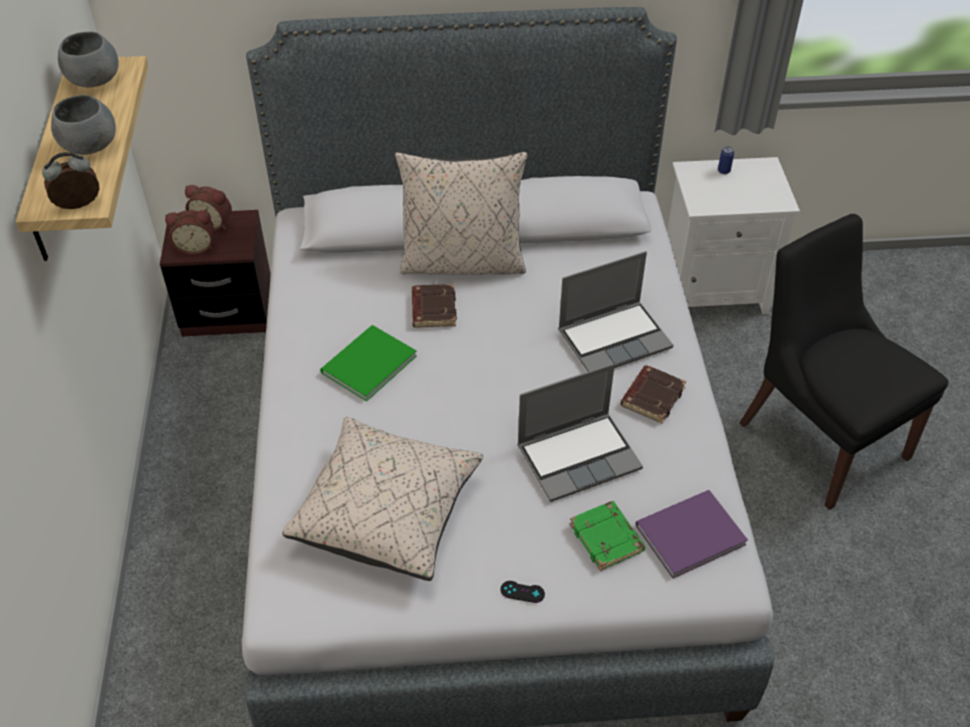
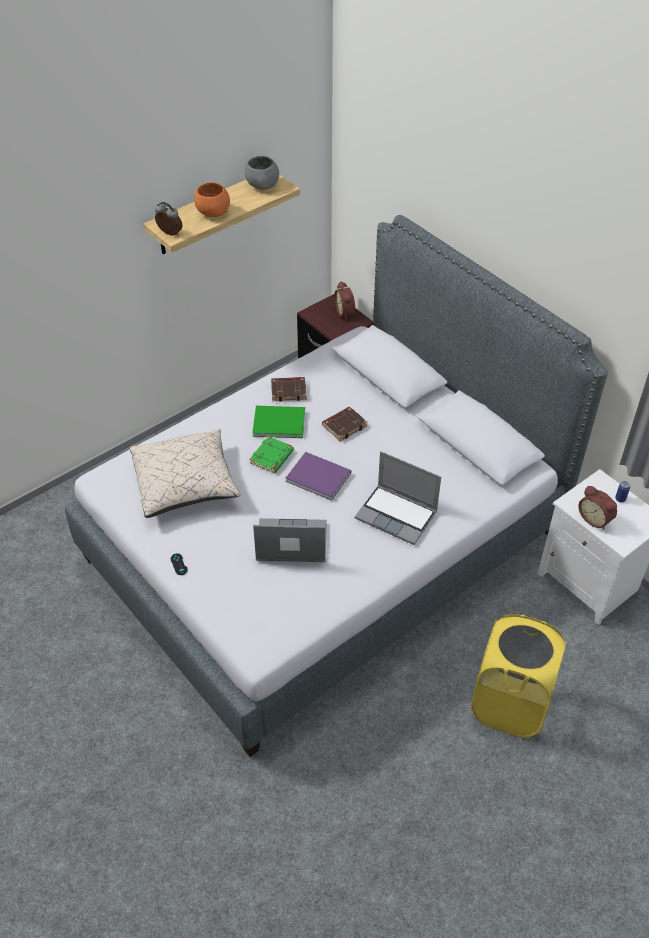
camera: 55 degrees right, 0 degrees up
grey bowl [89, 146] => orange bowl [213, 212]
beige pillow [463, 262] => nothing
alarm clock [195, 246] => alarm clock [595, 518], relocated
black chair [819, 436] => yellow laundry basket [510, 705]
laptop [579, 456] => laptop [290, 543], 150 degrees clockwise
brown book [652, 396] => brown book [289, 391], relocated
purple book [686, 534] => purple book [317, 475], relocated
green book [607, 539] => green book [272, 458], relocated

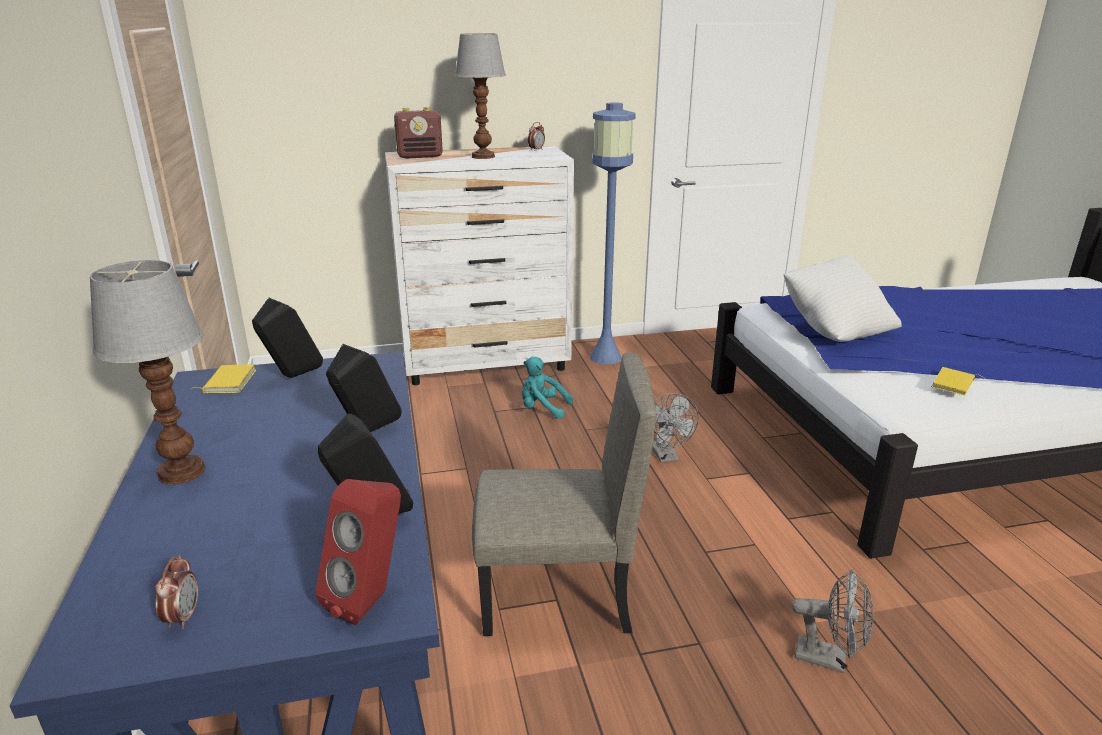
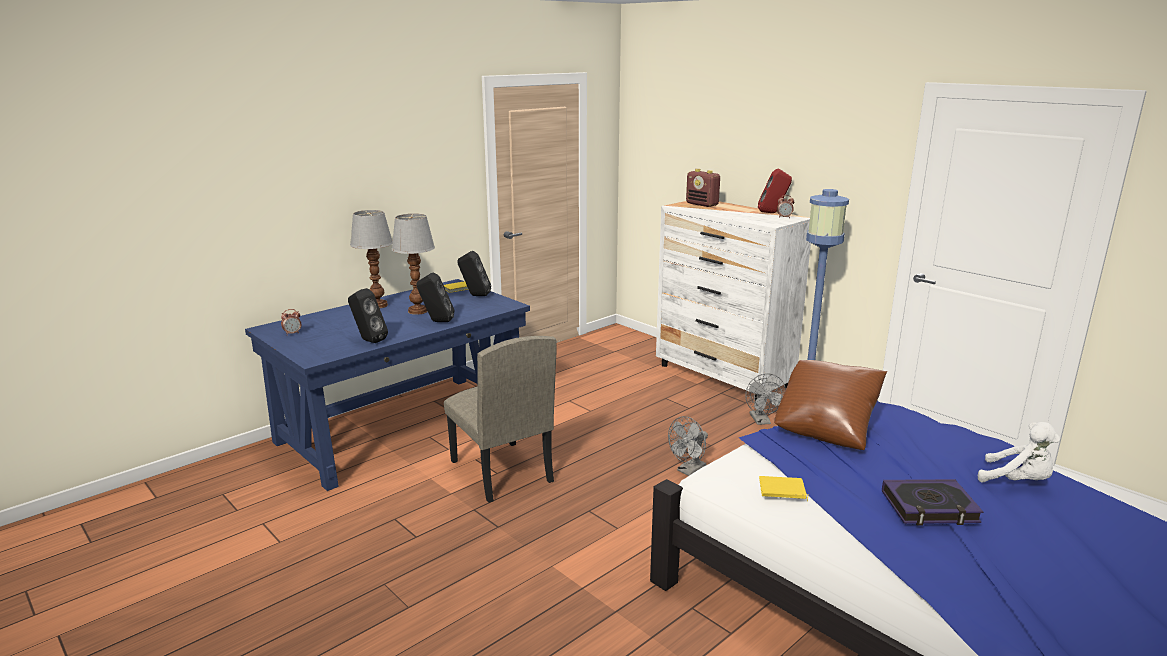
camera: 60 degrees right, 5 degrees down
table lamp [483, 156] => table lamp [418, 311], relocated
white pillow [835, 330] => brown pillow [825, 430]
turquoise plush toy [542, 409] => nothing
red speaker [371, 599] => red speaker [773, 213], relocated
grey fan [829, 659] => grey fan [761, 421], relocated
nothing => white plush toy [1017, 481]
nothing => book [929, 507]

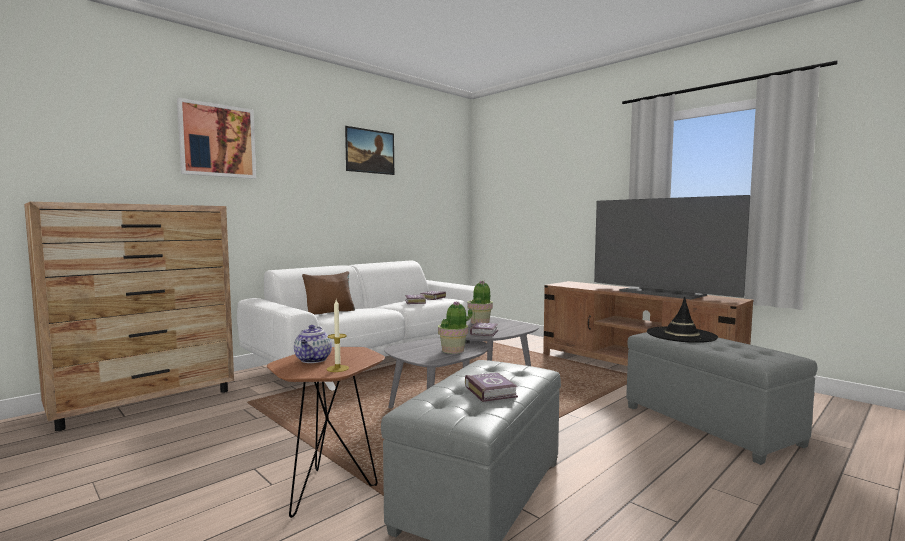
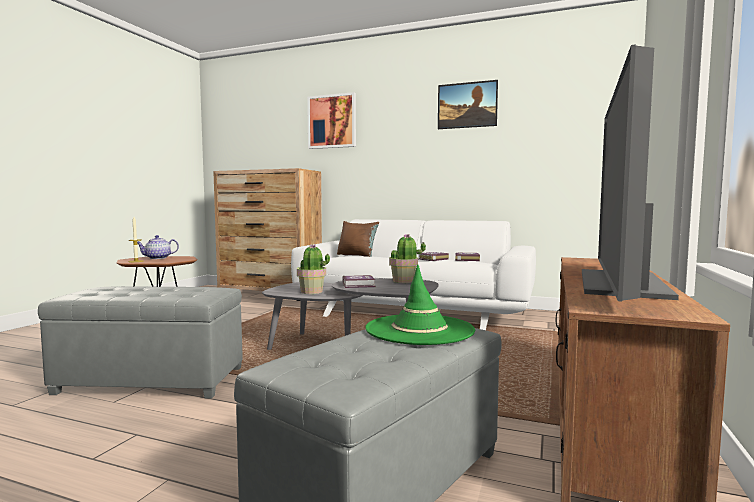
camera: 65 degrees right, 0 degrees up
black hat [681, 335] => green hat [419, 330]
book [491, 391] => nothing

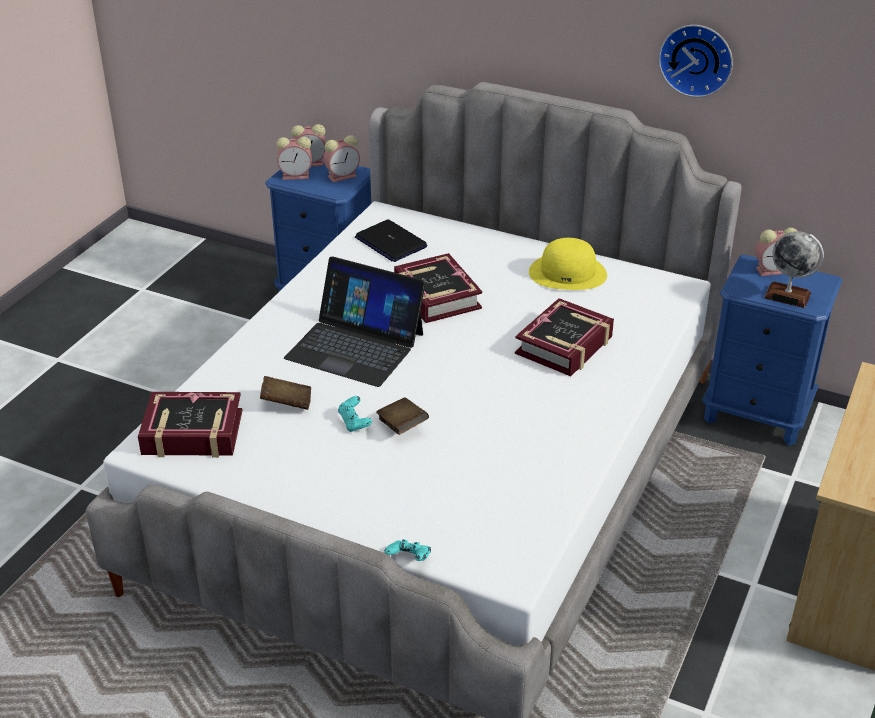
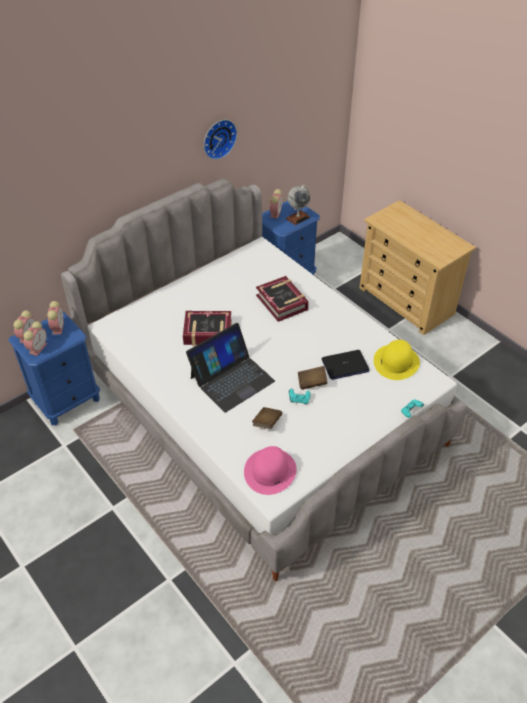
camera: 65 degrees left, 10 degrees up
laptop [390, 242] => laptop [345, 365], relocated
yellow hat [568, 273] => yellow hat [396, 362], relocated
book [192, 433] => pink hat [270, 471]

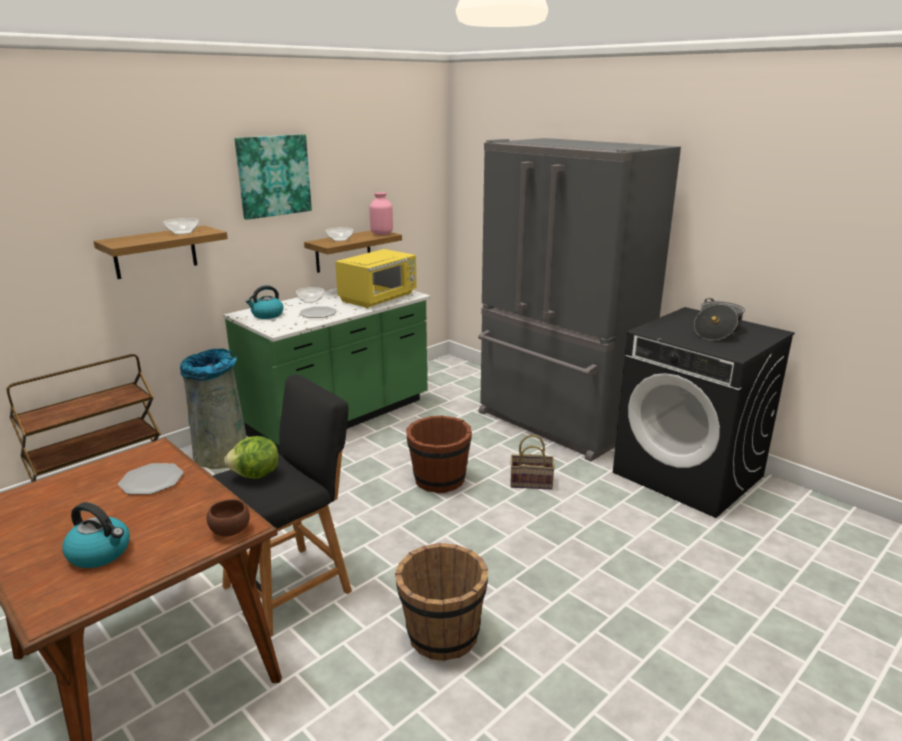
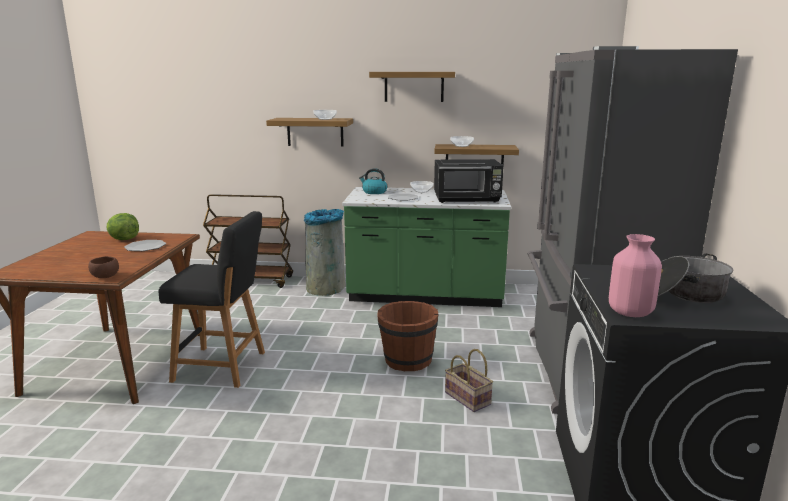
camera: 50 degrees right, 5 degrees down
picture [273, 176] => shelf [414, 86]
pink vase [382, 234] => pink vase [631, 312], relocated
yellow microwave [379, 298] => black microwave [467, 200]
lettuce [256, 475] => lettuce [124, 239], relocated
kettle [101, 553] => nothing
brown bucket [442, 634] => nothing

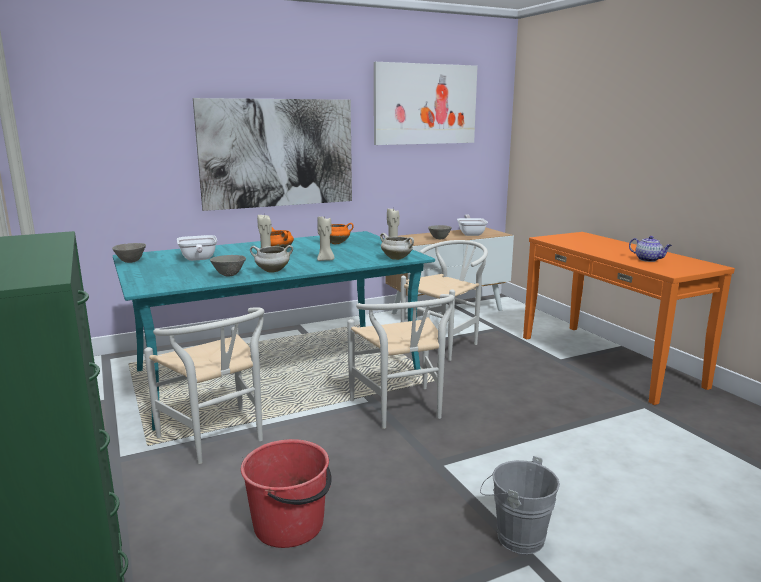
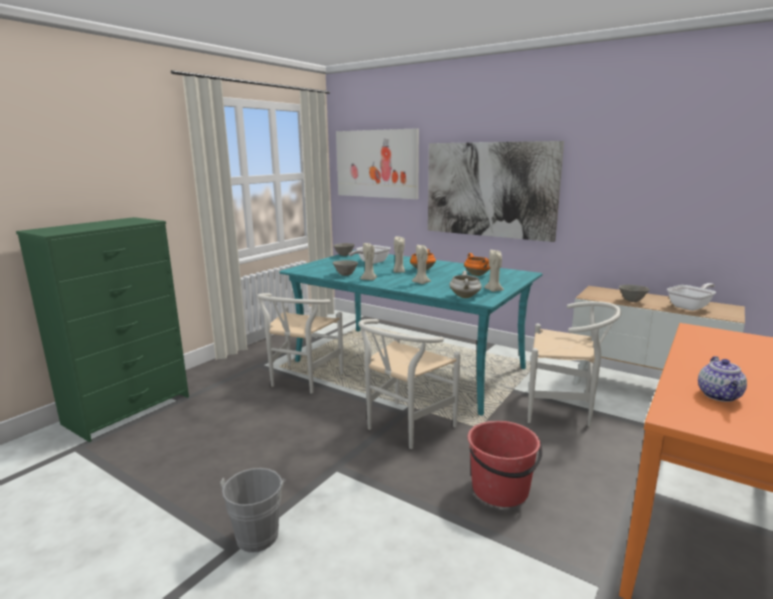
camera: 60 degrees right, 0 degrees up
picture [425, 104] => picture [377, 164], relocated
white cooking pot [272, 271] => beige candle [369, 279]
red bucket [290, 525] => red bucket [500, 490], relocated

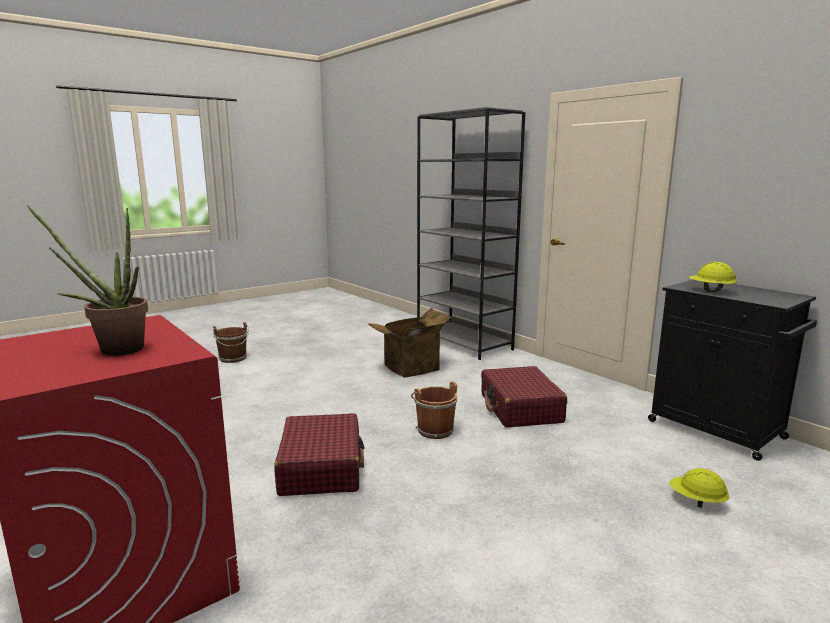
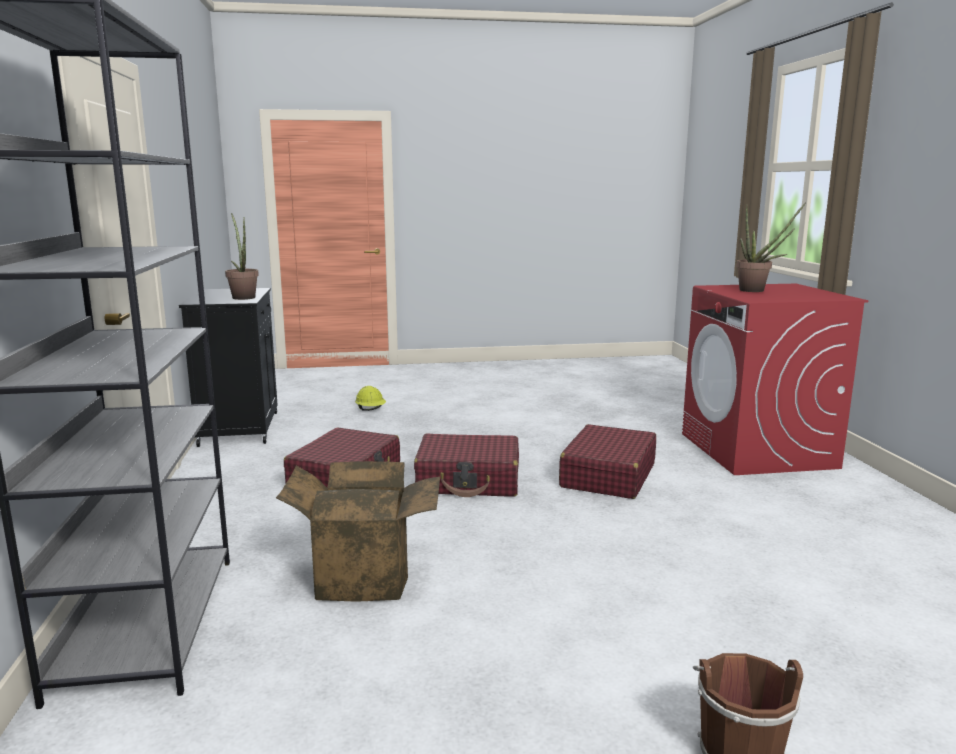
camera: 150 degrees left, 0 degrees up
yellow hard hat [710, 291] => potted plant [243, 297]
brown bucket [434, 430] => red suitcase [469, 481]

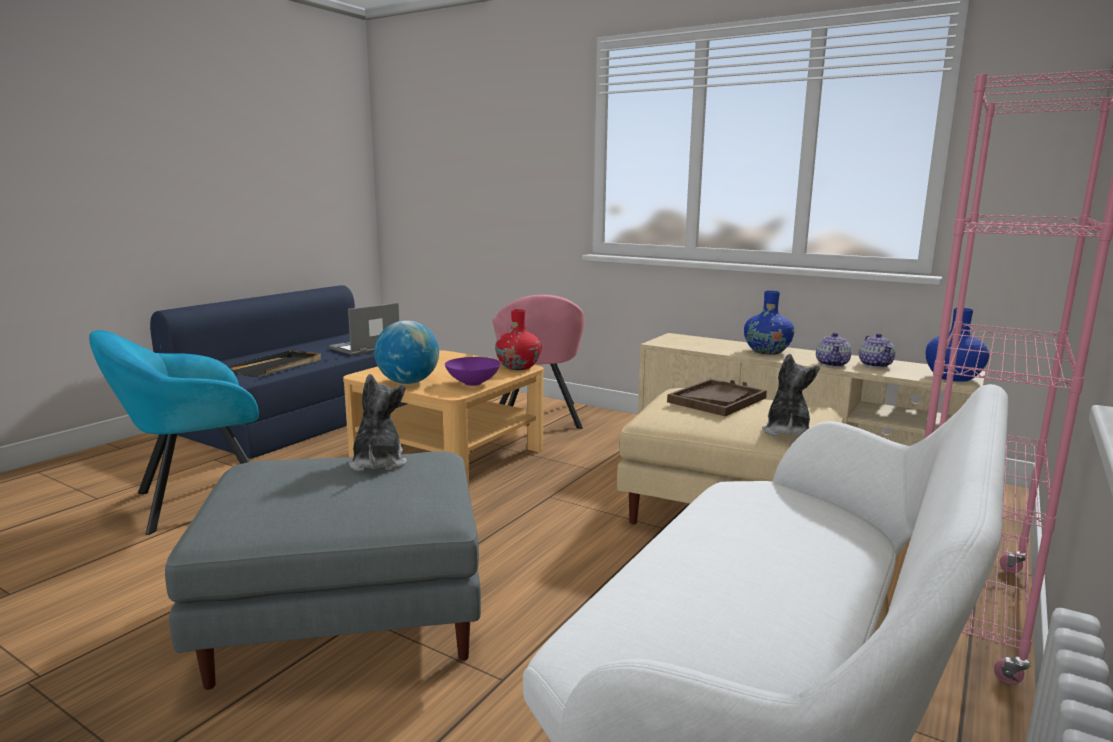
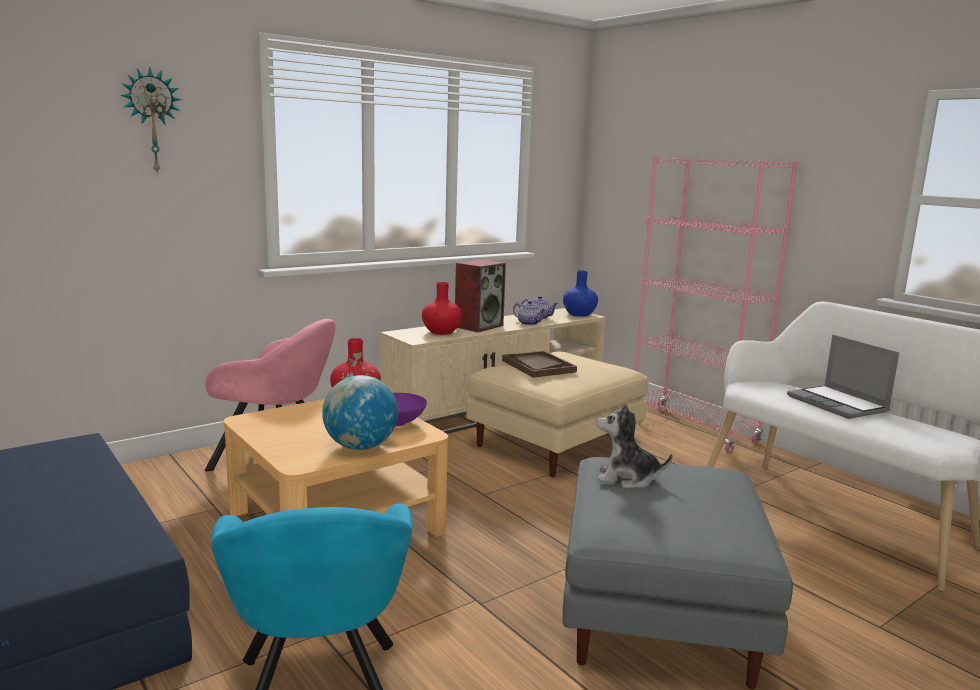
camera: 70 degrees left, 0 degrees up
blue vase [767, 351] => speaker [478, 326]
laptop [365, 348] => laptop [838, 404], relocated
black tray [278, 366] => nothing
plush toy [786, 431] => nothing
nothing => wall clock [152, 121]
nothing => red vase [441, 332]

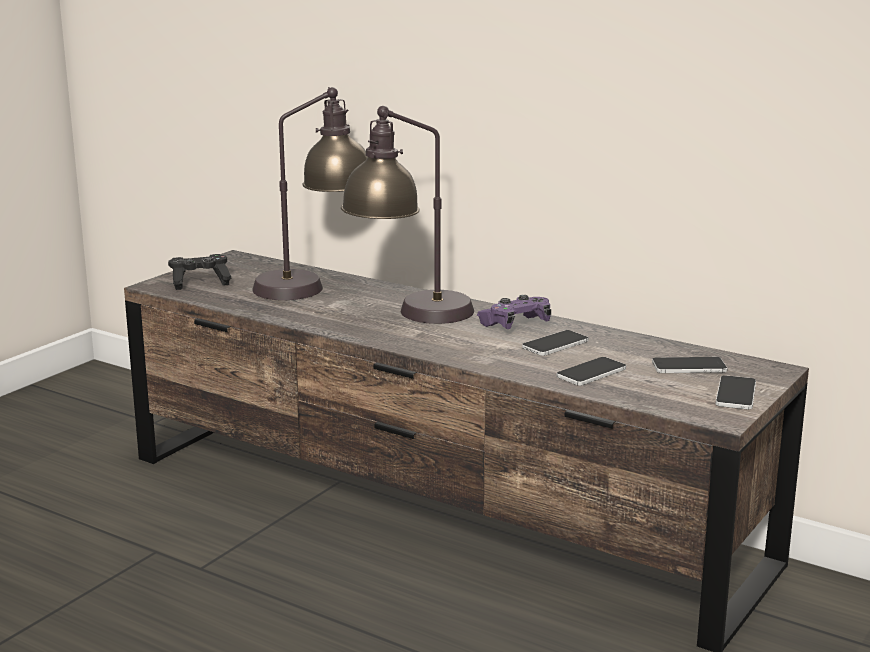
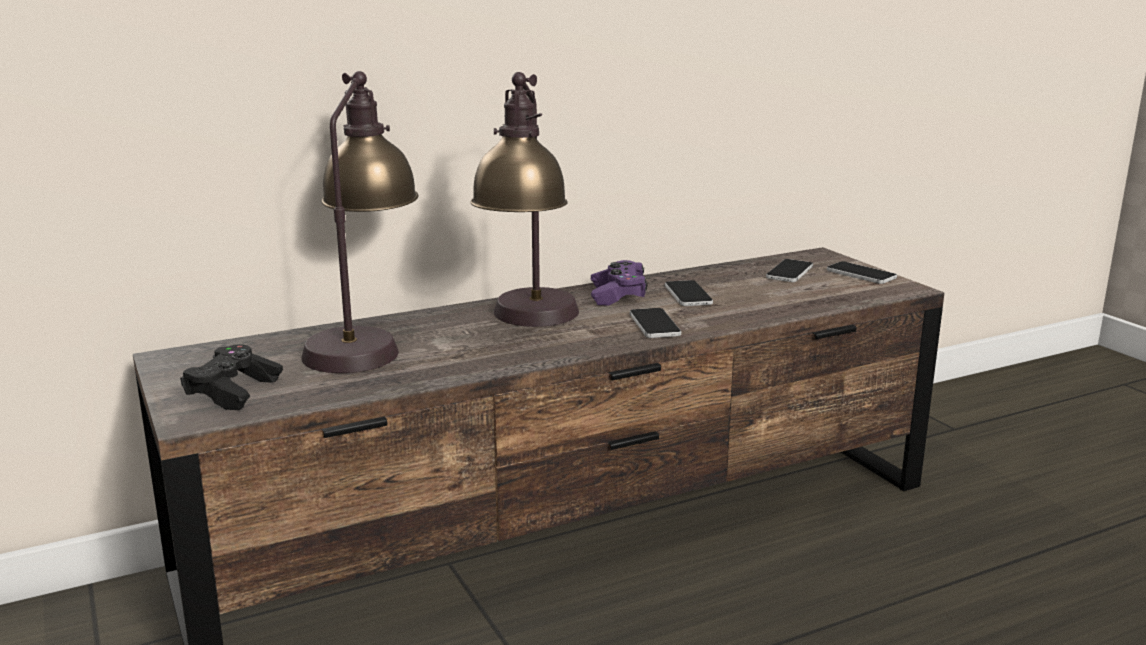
camera: 60 degrees left, 0 degrees up
phone [591, 372] => phone [654, 324], relocated

